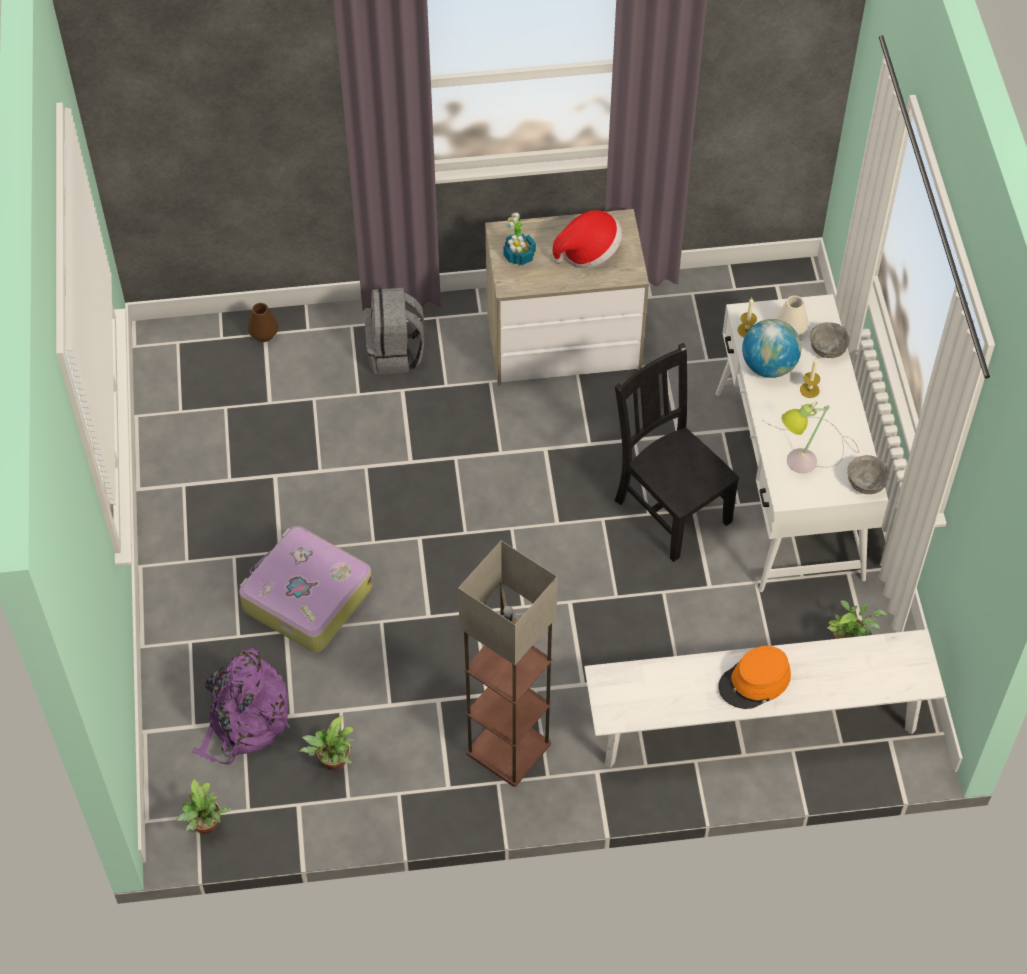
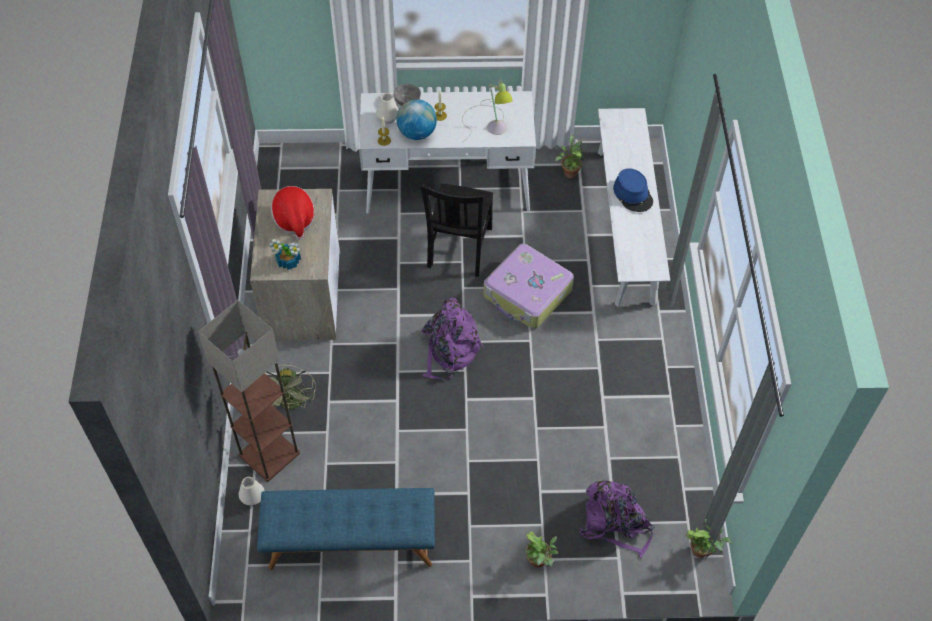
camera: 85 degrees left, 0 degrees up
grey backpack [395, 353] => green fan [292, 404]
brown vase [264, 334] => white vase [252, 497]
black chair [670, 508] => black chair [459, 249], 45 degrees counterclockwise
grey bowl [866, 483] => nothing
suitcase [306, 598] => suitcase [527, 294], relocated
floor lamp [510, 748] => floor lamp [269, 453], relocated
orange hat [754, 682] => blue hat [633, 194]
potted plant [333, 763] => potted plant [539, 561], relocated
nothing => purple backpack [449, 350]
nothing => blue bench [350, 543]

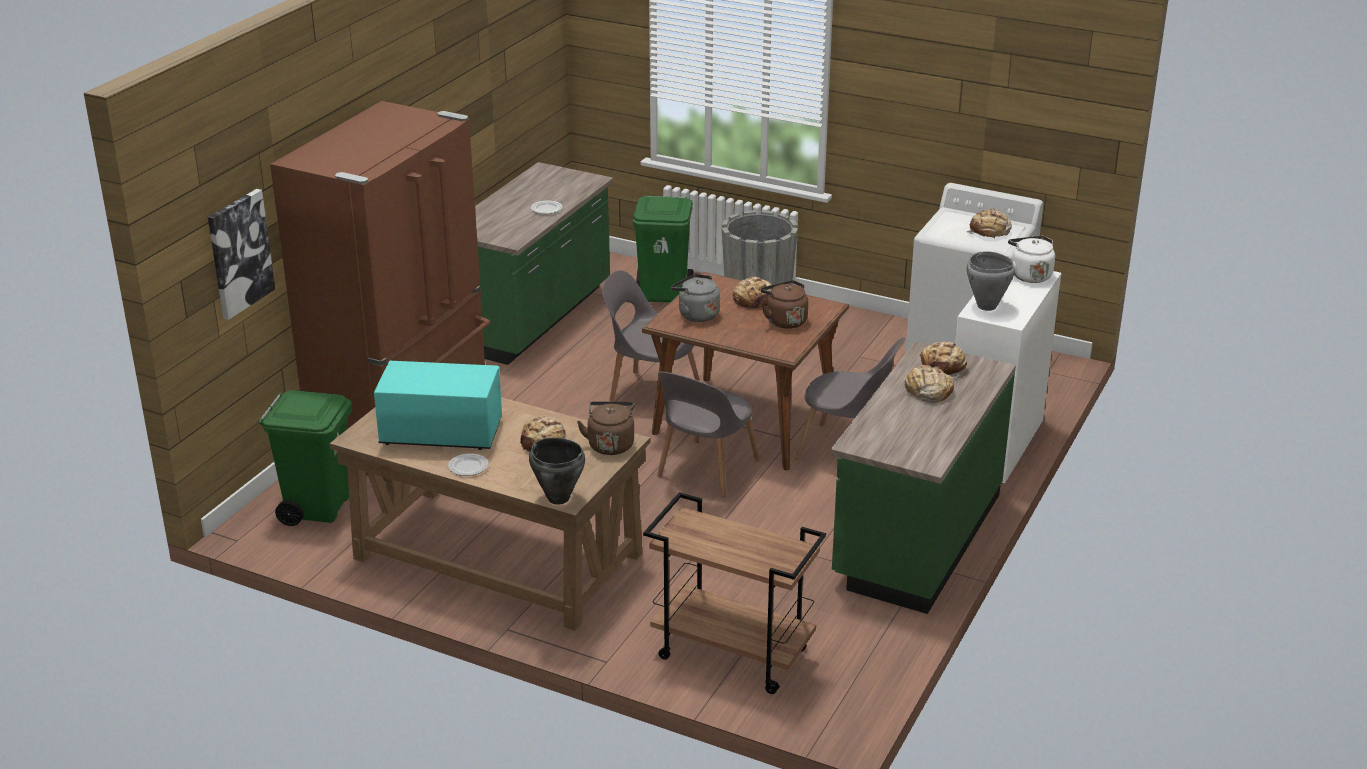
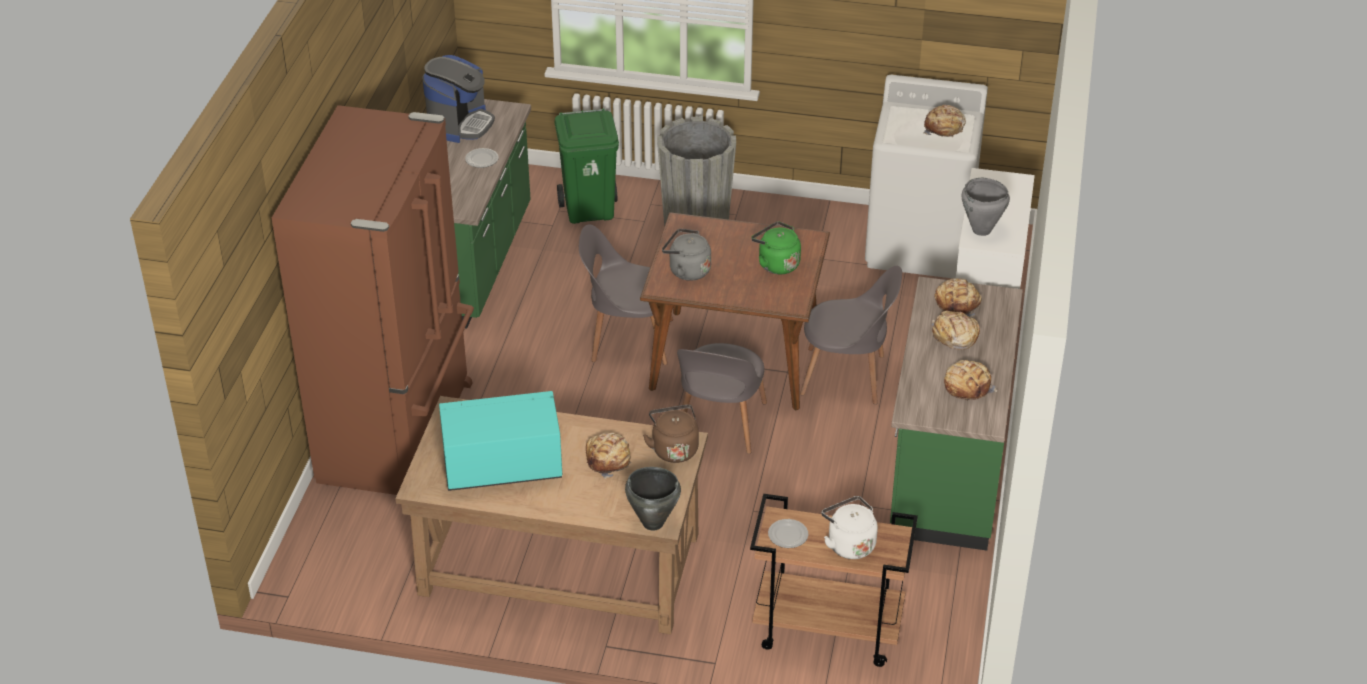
camera: 15 degrees left, 10 degrees up
picture [239, 253] => nothing
white kettle [1029, 275] => white kettle [849, 544], relocated
bread [754, 300] => bread [967, 386], relocated
brown kettle [784, 320] => green kettle [776, 264]
green trash can [318, 507] => nothing
plate [468, 467] => plate [787, 535], relocated
nothing => coffee machine [460, 124]

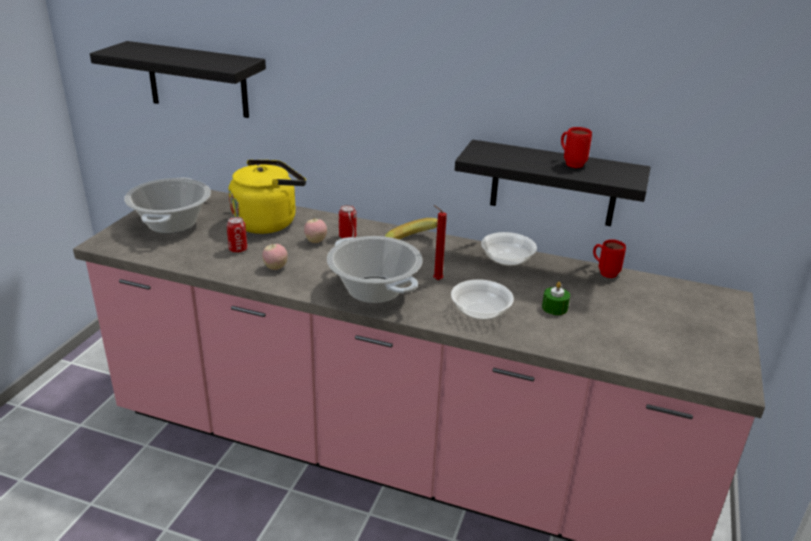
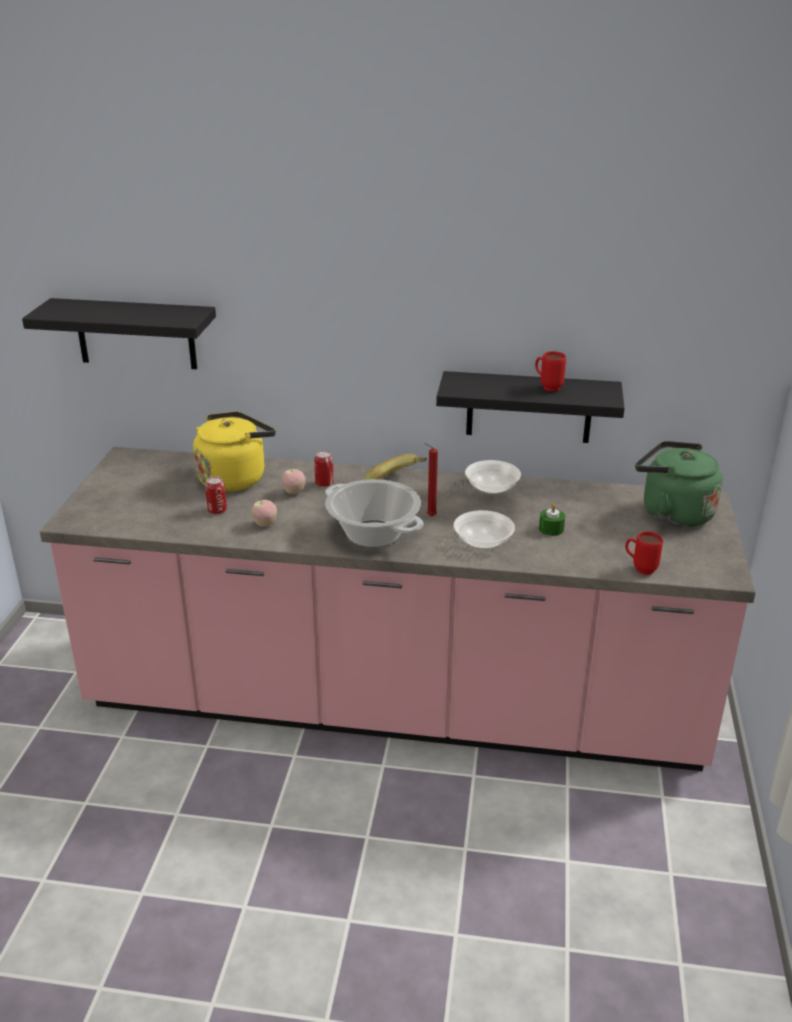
camera: 10 degrees left, 0 degrees up
cooking pot [171, 223] => nothing
red mug [604, 272] => red mug [640, 568], relocated
nothing => green kettle [672, 513]

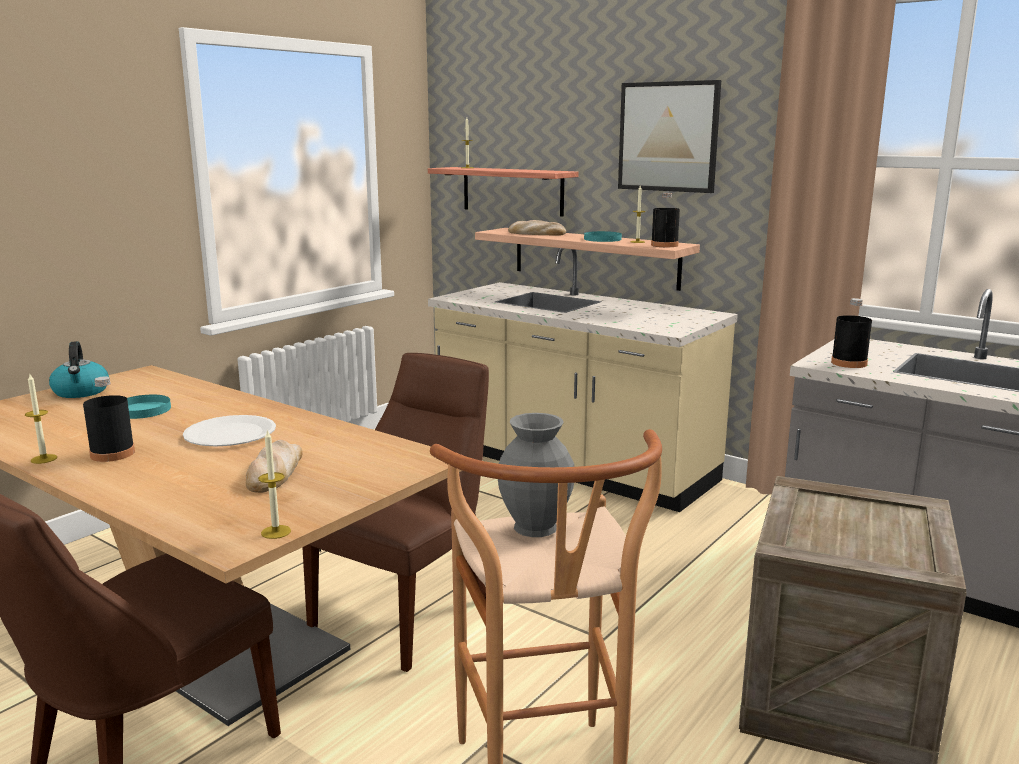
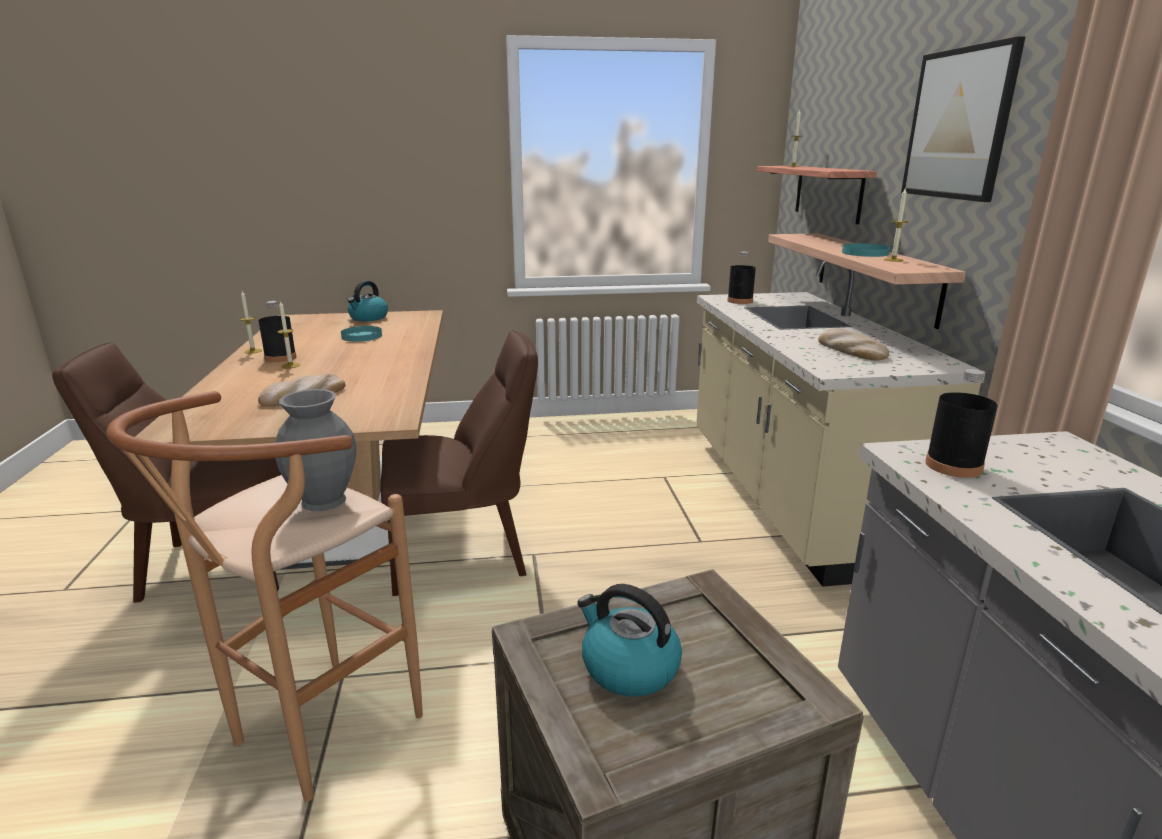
camera: 45 degrees right, 5 degrees up
black bottle [664, 245] => black bottle [740, 301], relocated
bread [536, 233] => bread [850, 350], relocated
white plate [230, 434] => nothing
candle [276, 532] => candle [291, 365], relocated
nothing => kettle [628, 667]

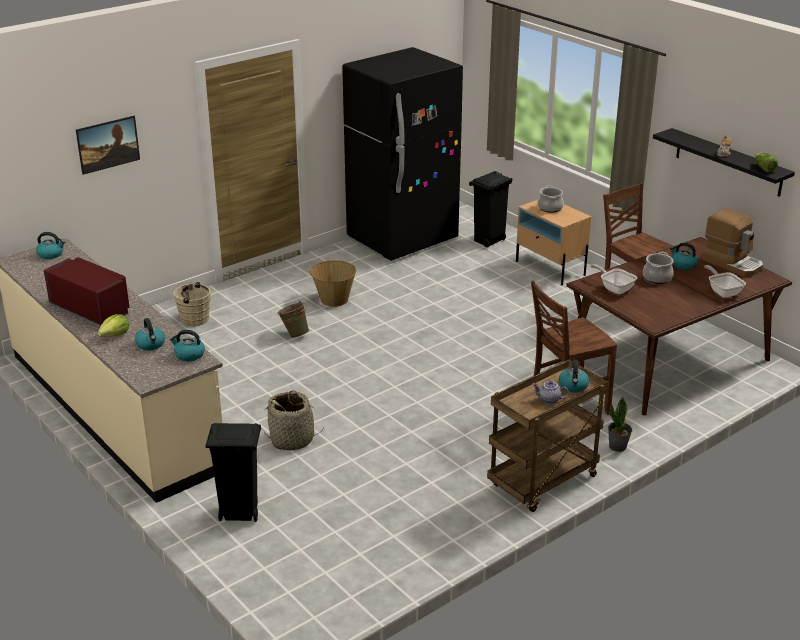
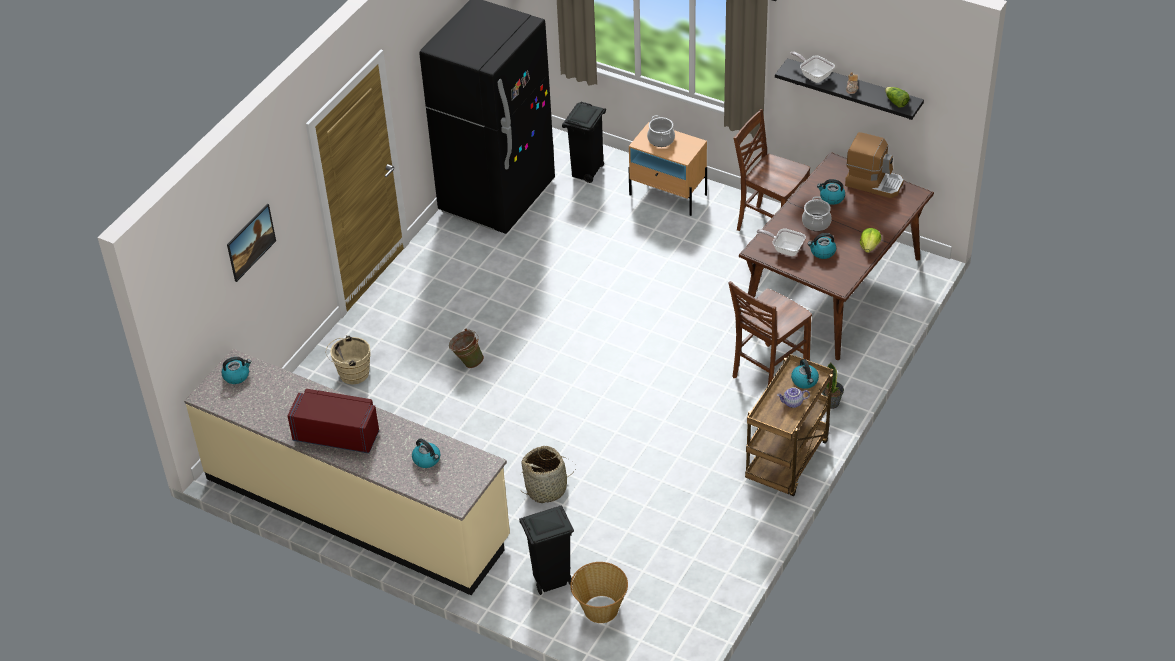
camera: 20 degrees left, 15 degrees up
basket [334, 299] => basket [600, 609], relocated
frying pan [723, 291] => frying pan [813, 75], relocated
lettuce [115, 335] => lettuce [869, 246], relocated
kettle [189, 355] => kettle [822, 252], relocated

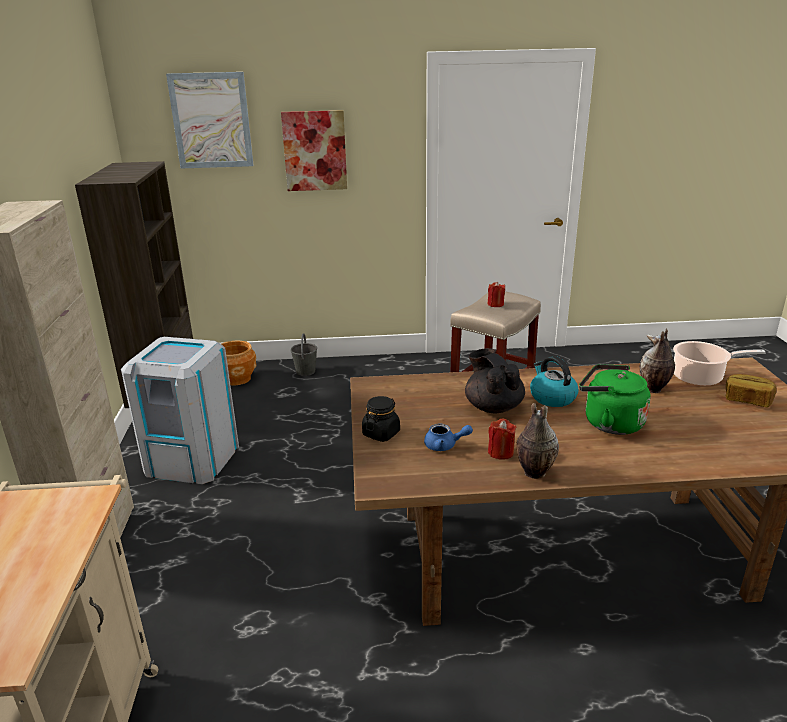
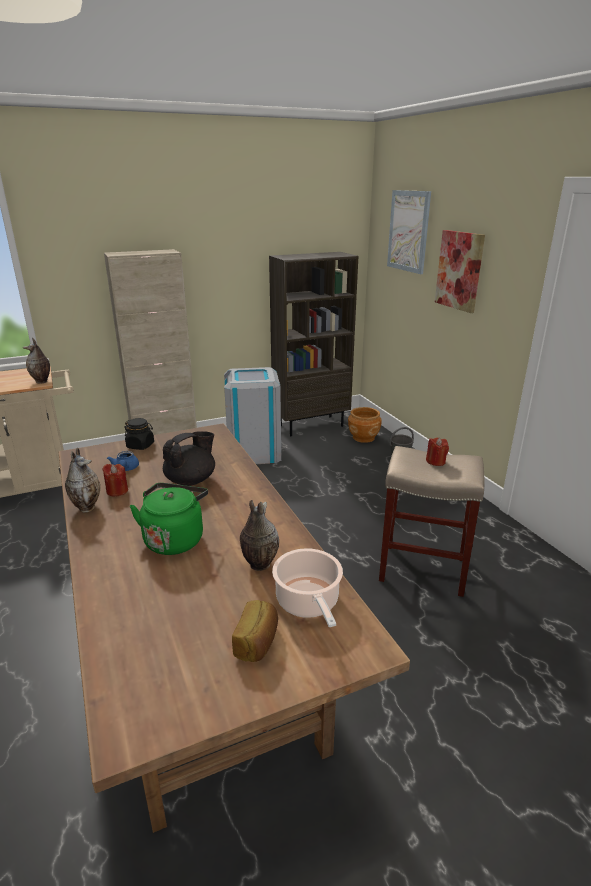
camera: 70 degrees right, 0 degrees up
kettle [552, 397] => nothing
nothing => vase [42, 381]

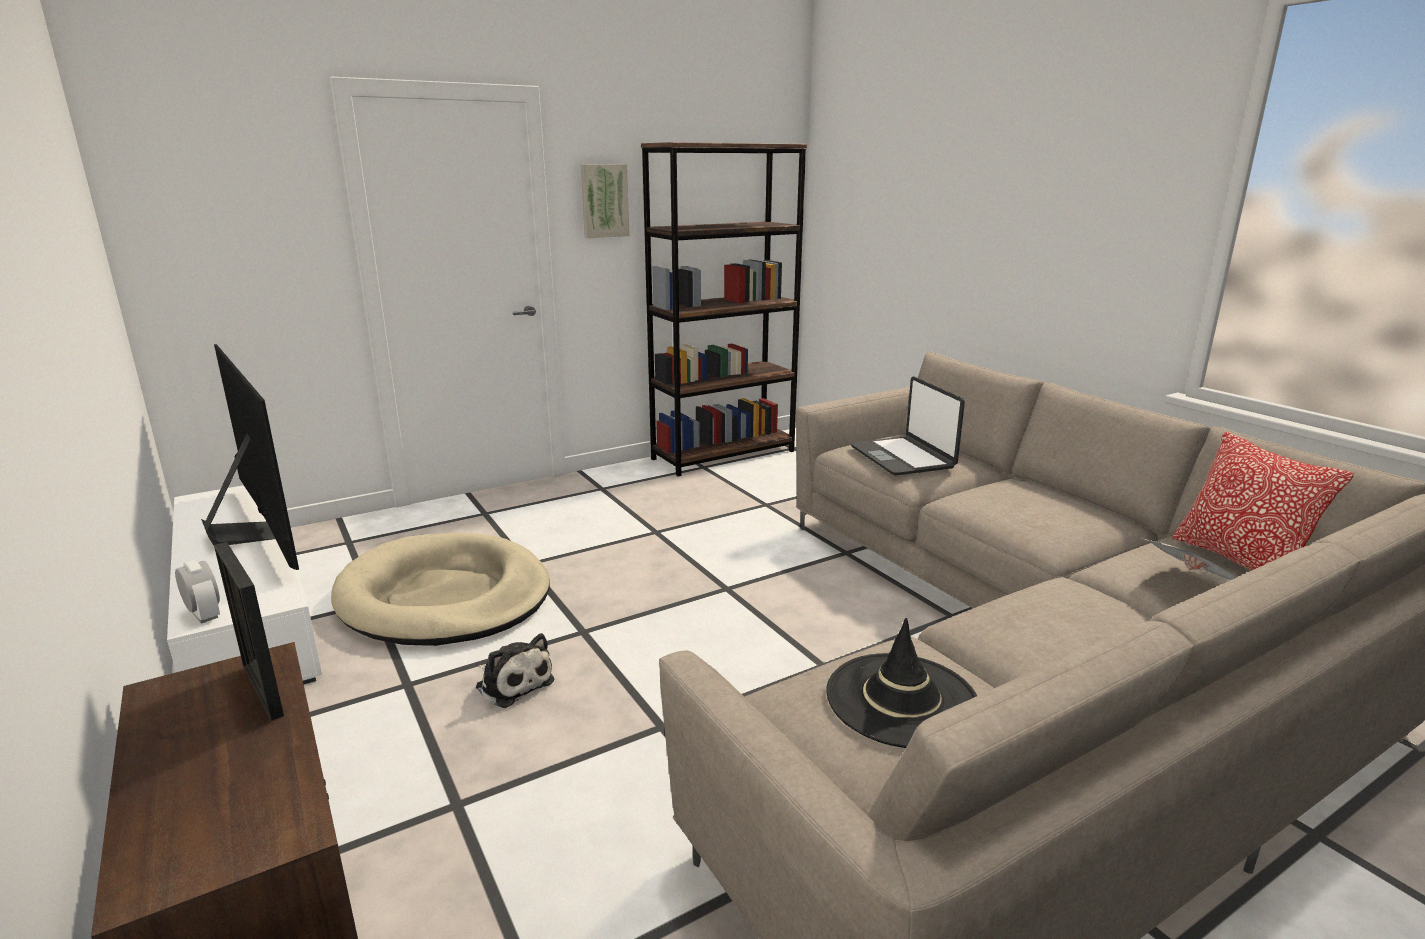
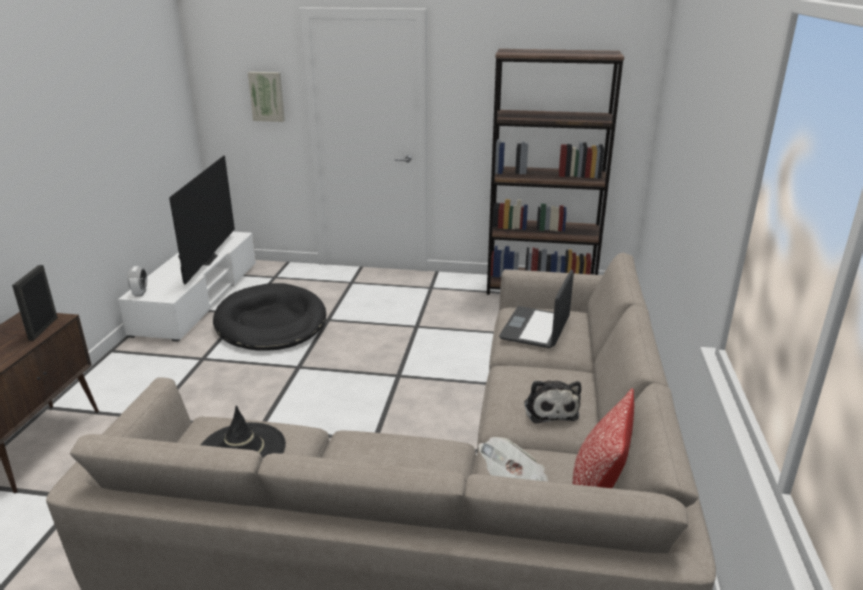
camera: 40 degrees right, 5 degrees up
picture [604, 201] => picture [267, 96], relocated
beige dog bed [445, 597] => black dog bed [271, 322]
plush toy [513, 683] => plush toy [550, 409], relocated

